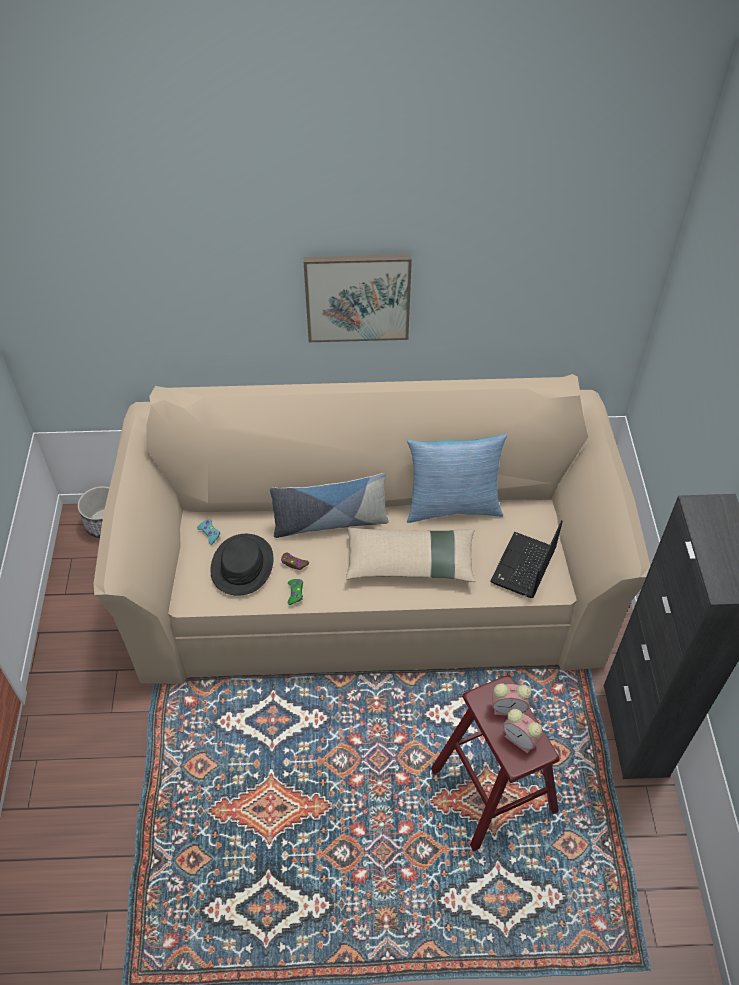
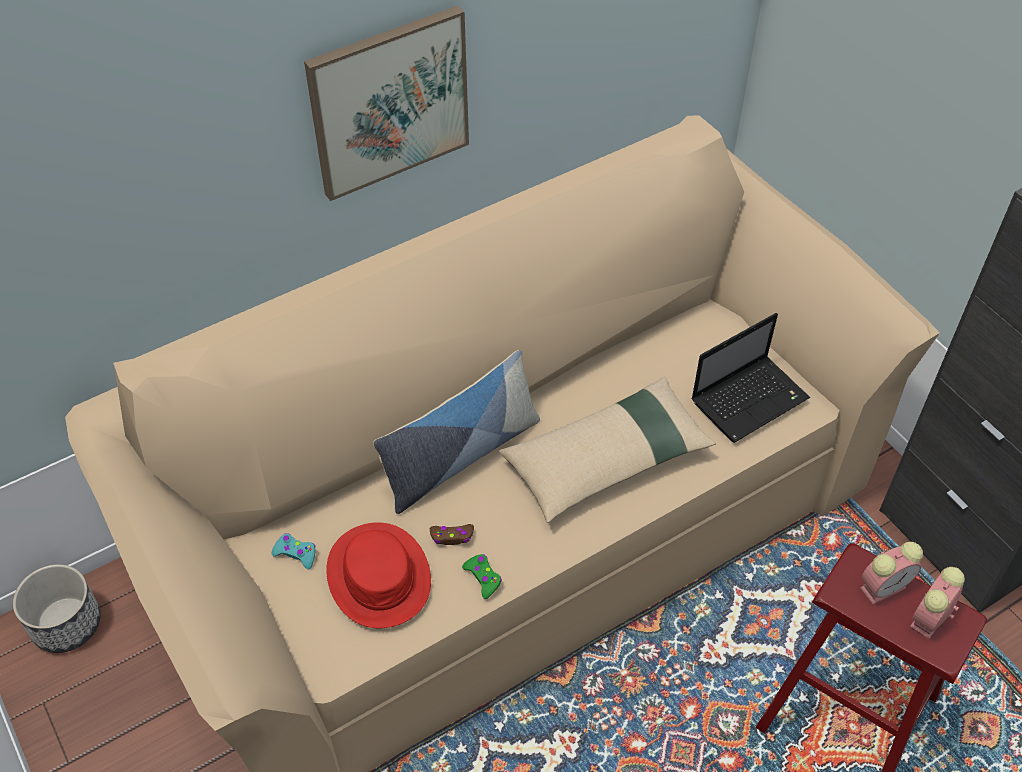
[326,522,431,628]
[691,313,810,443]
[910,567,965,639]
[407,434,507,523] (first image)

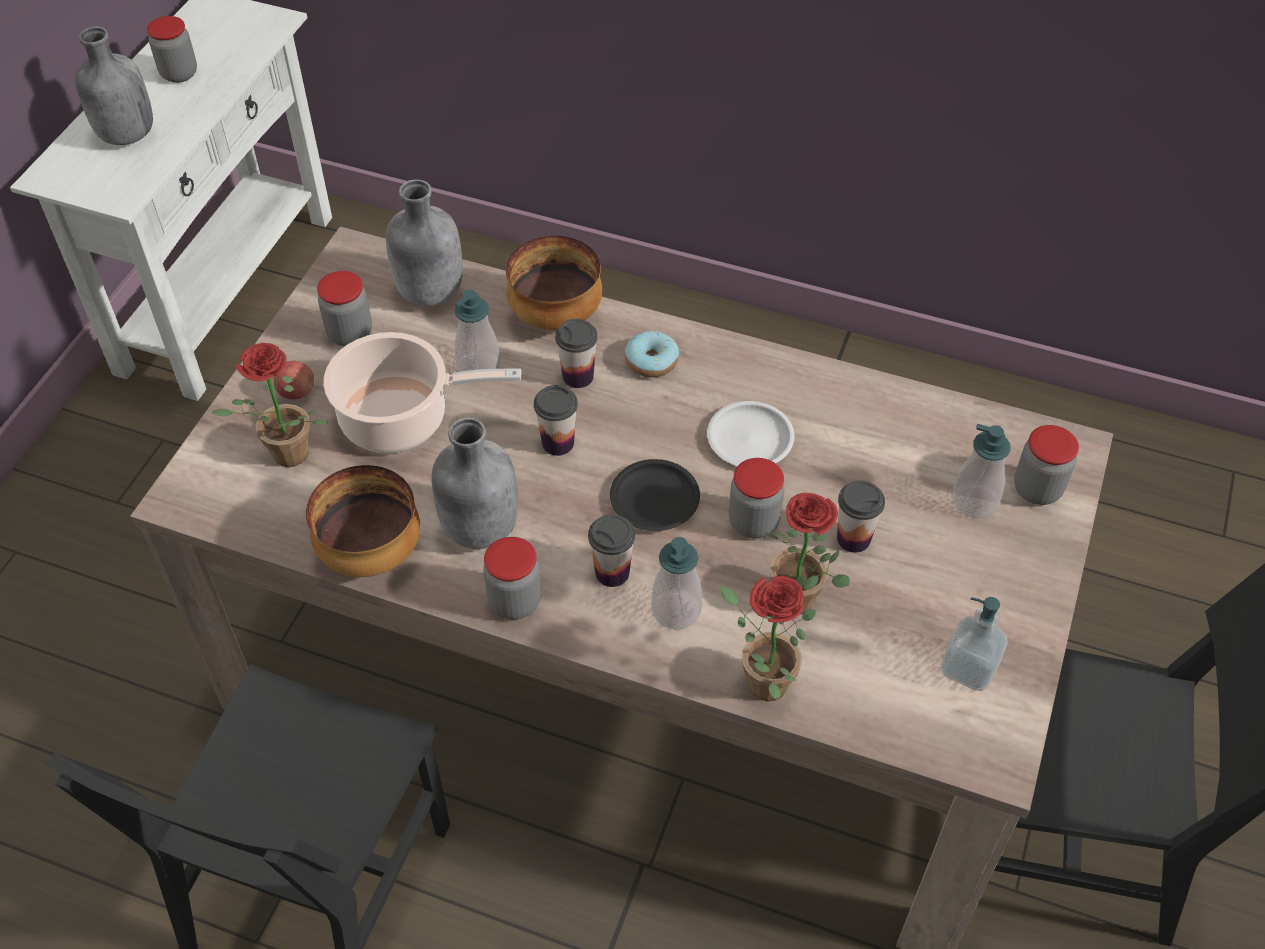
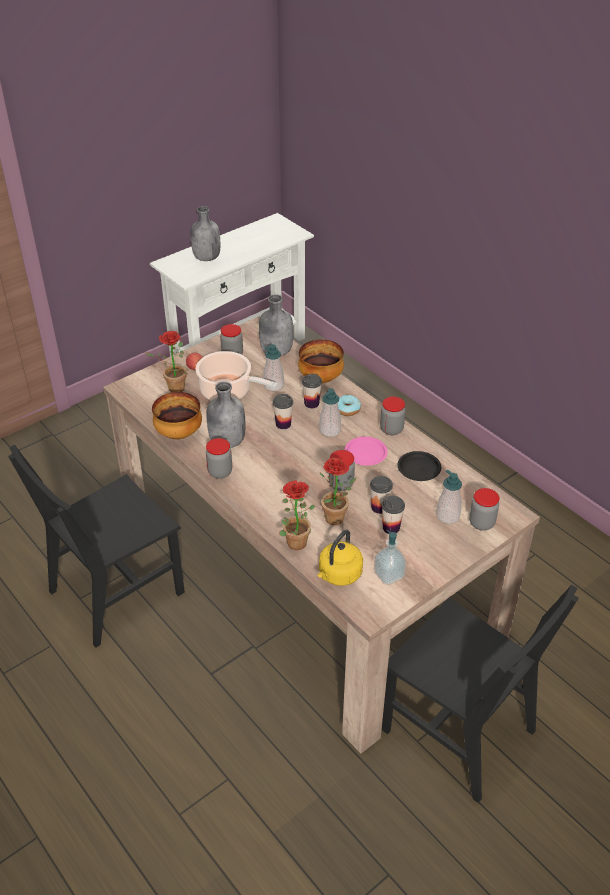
[318,529,363,586]
[319,388,341,437]
[345,437,388,466]
[380,397,406,435]
[382,496,405,534]
[397,451,441,481]

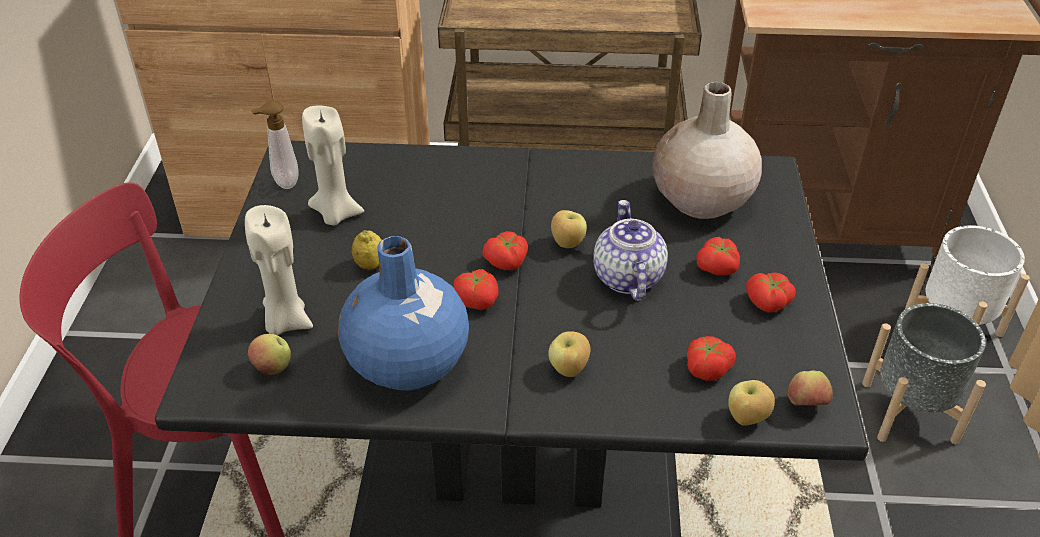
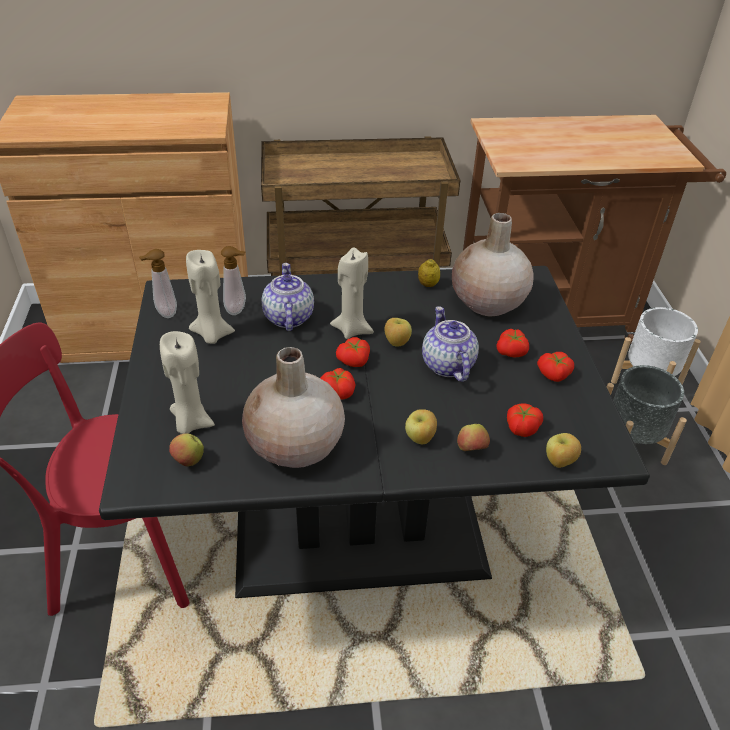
[221,246,246,315]
[242,347,345,468]
[262,263,314,331]
[330,248,374,339]
[418,259,440,287]
[457,424,490,451]

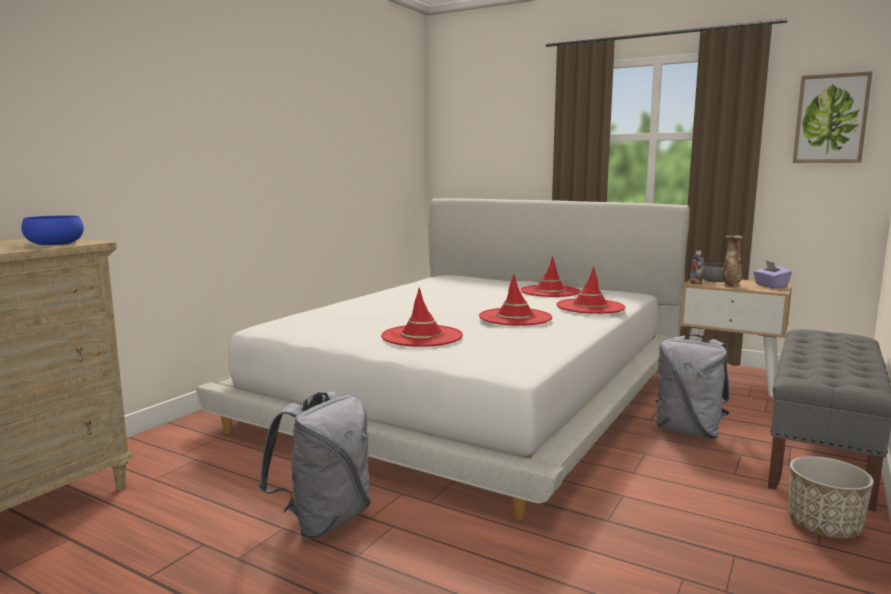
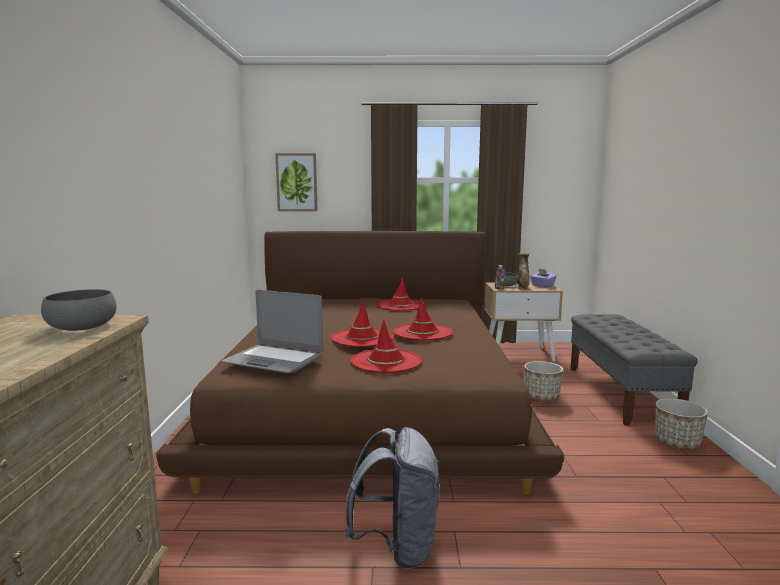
[41,289,117,331]
[156,231,564,495]
[222,290,323,373]
[275,153,318,211]
[331,301,394,347]
[524,361,563,401]

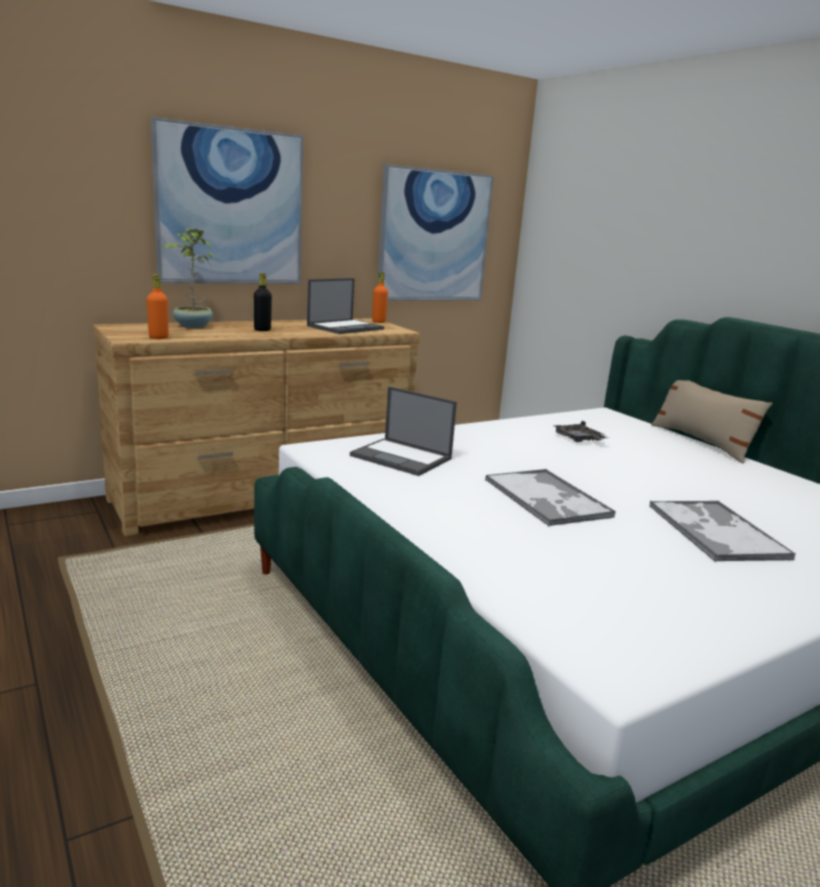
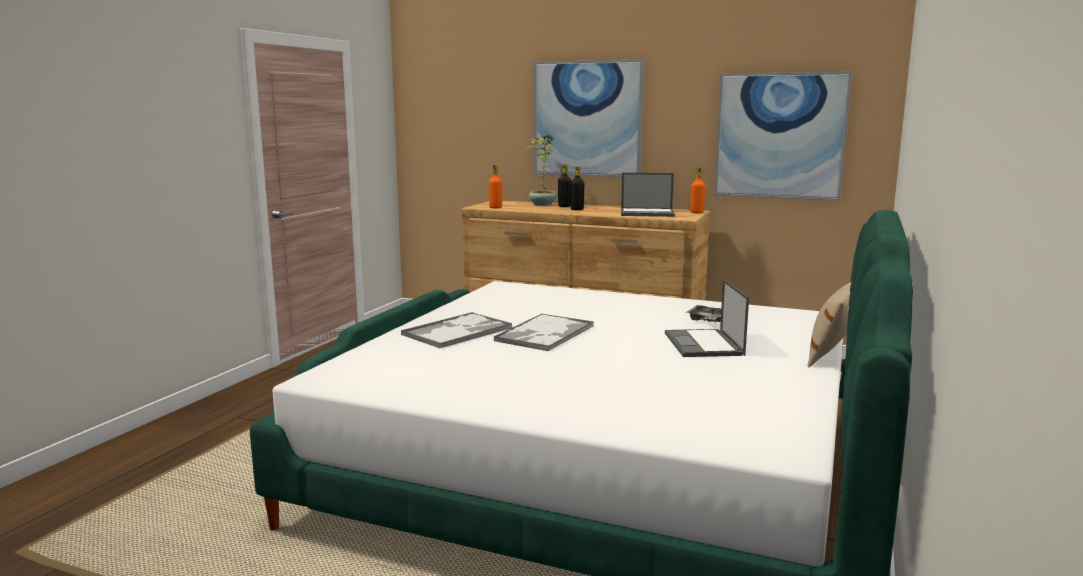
[401,312,512,349]
[558,164,571,207]
[665,279,749,357]

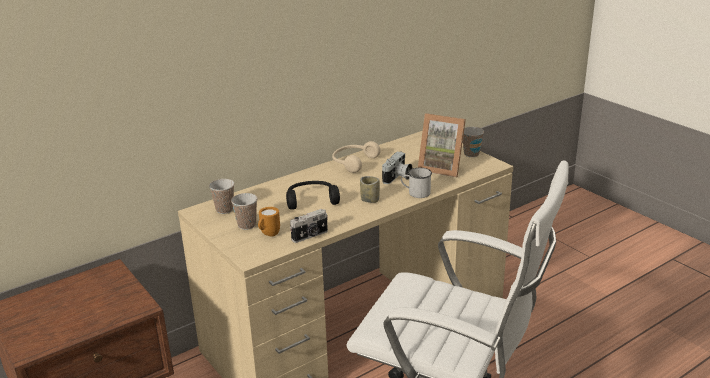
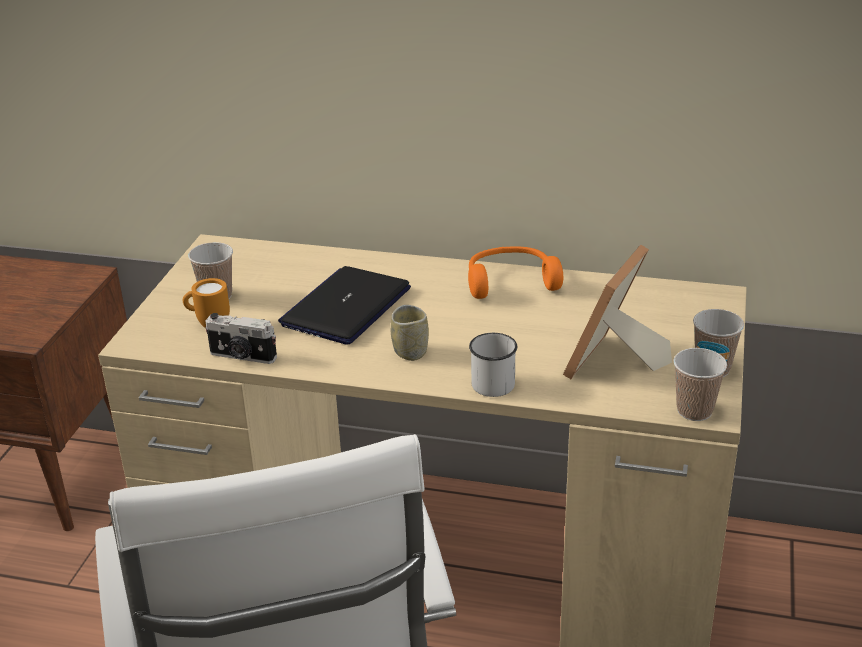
[278,266,411,345]
[468,247,563,299]
[563,244,672,379]
[674,348,727,421]
[382,152,413,184] (first image)

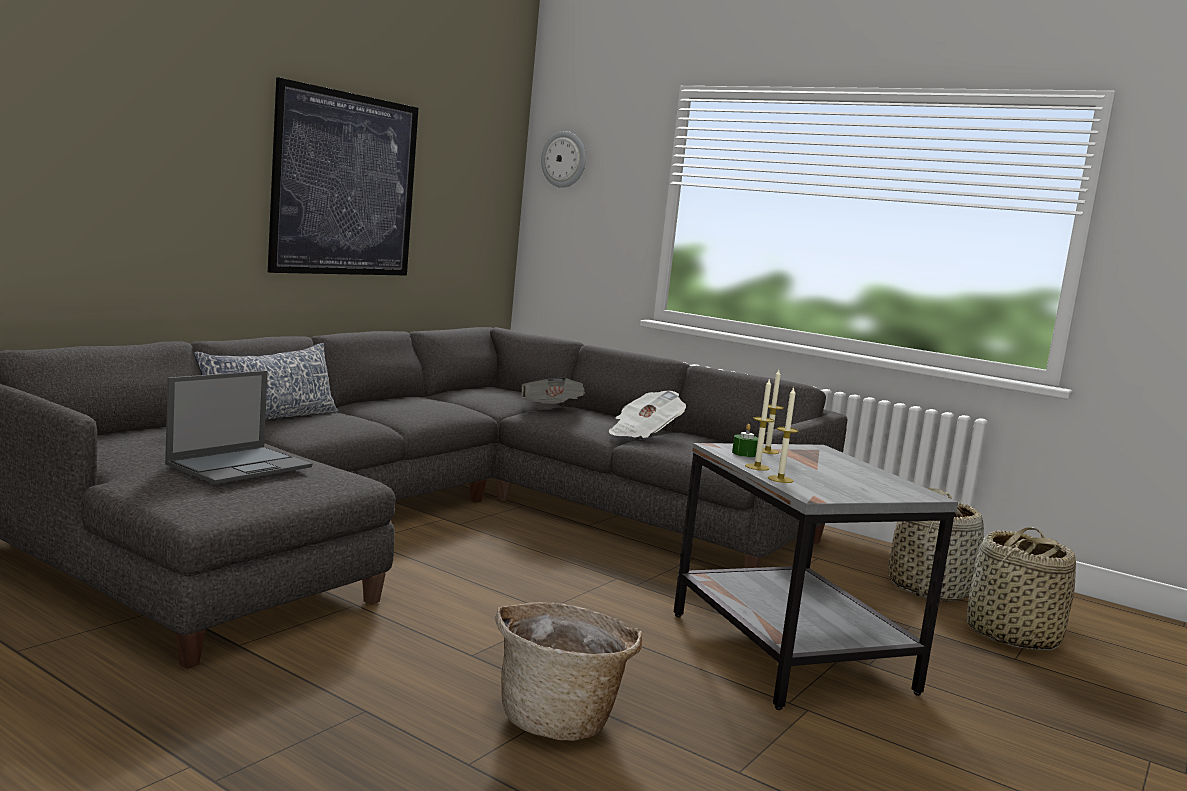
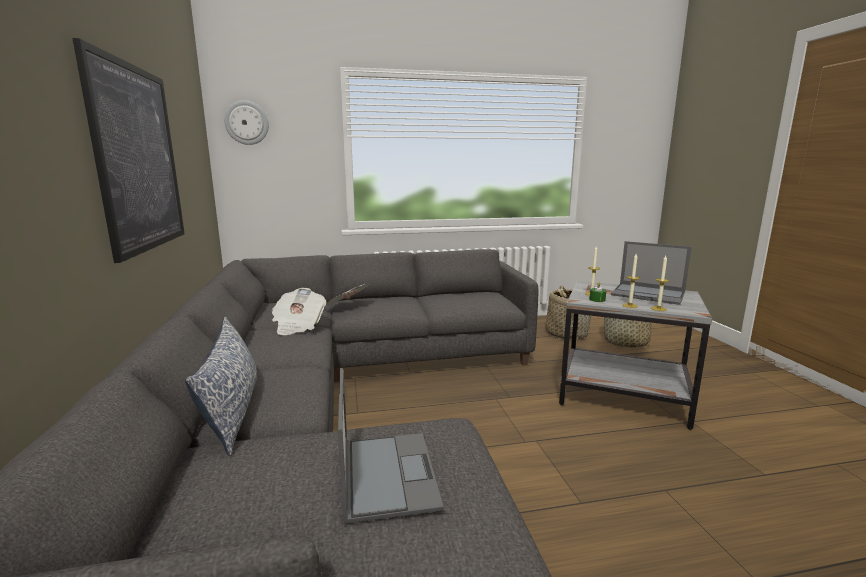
[272,288,326,335]
[611,241,692,305]
[495,602,642,741] (first image)

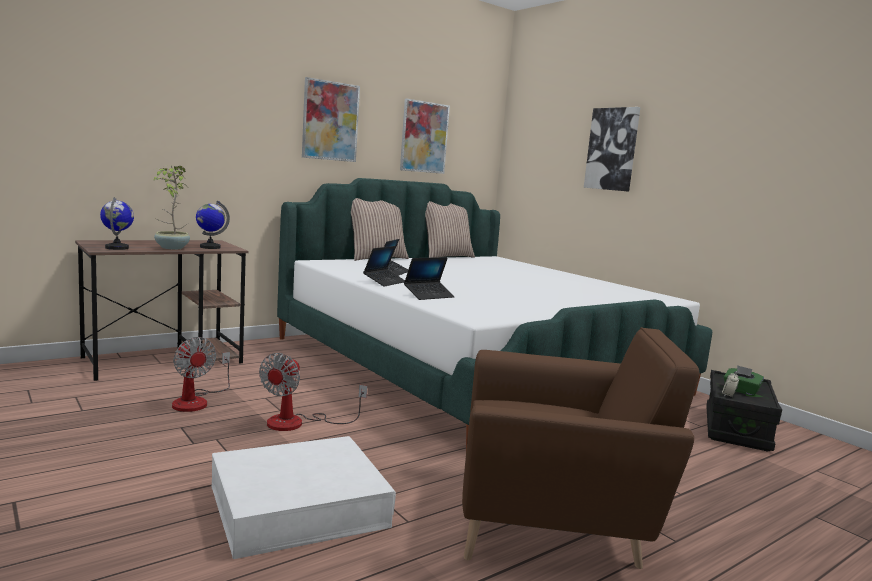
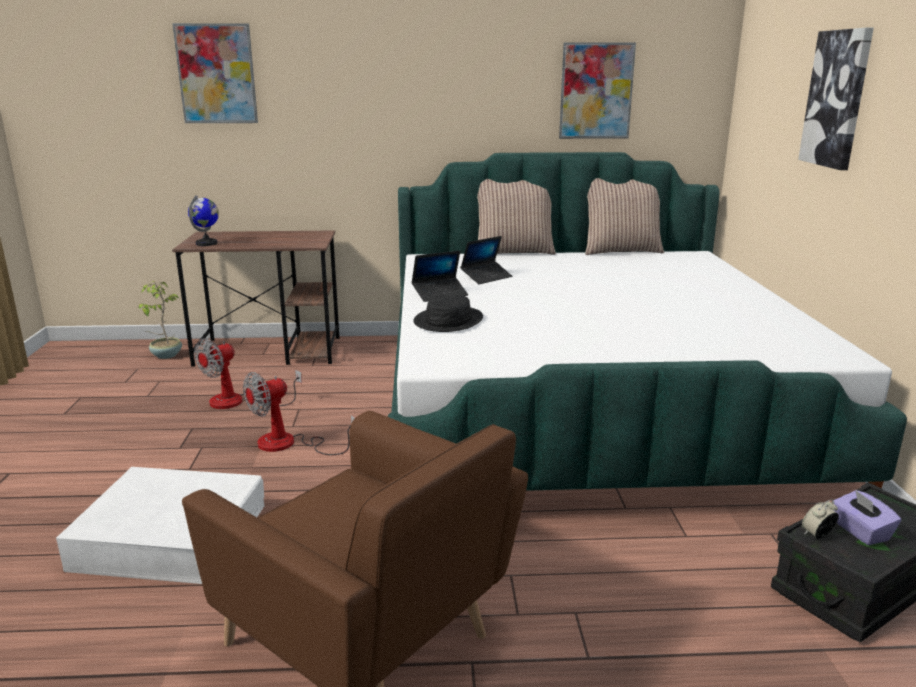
[139,281,182,359]
[172,23,258,123]
[194,338,302,409]
[414,294,483,332]
[833,489,901,545]
[196,201,230,249] (first image)

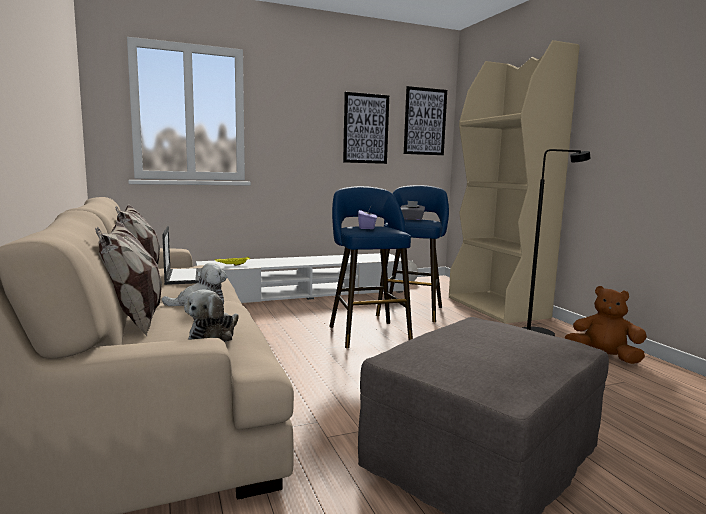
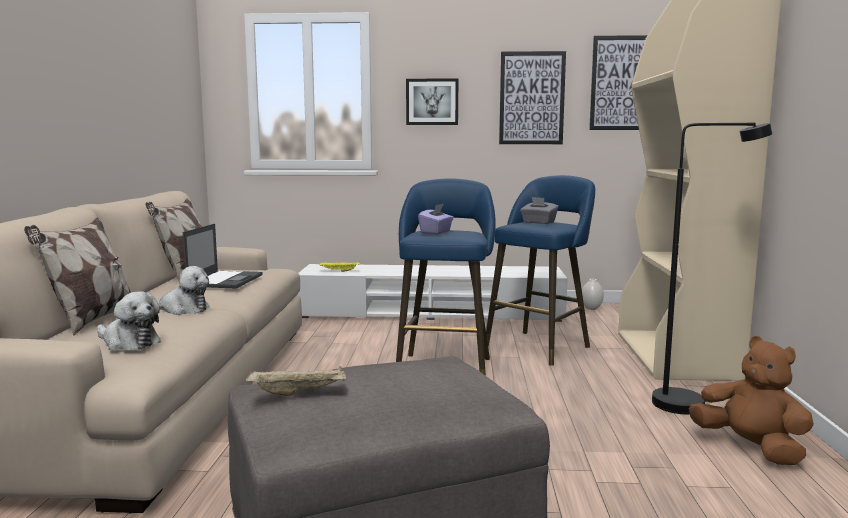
[97,291,161,351]
[246,366,346,396]
[406,78,458,125]

